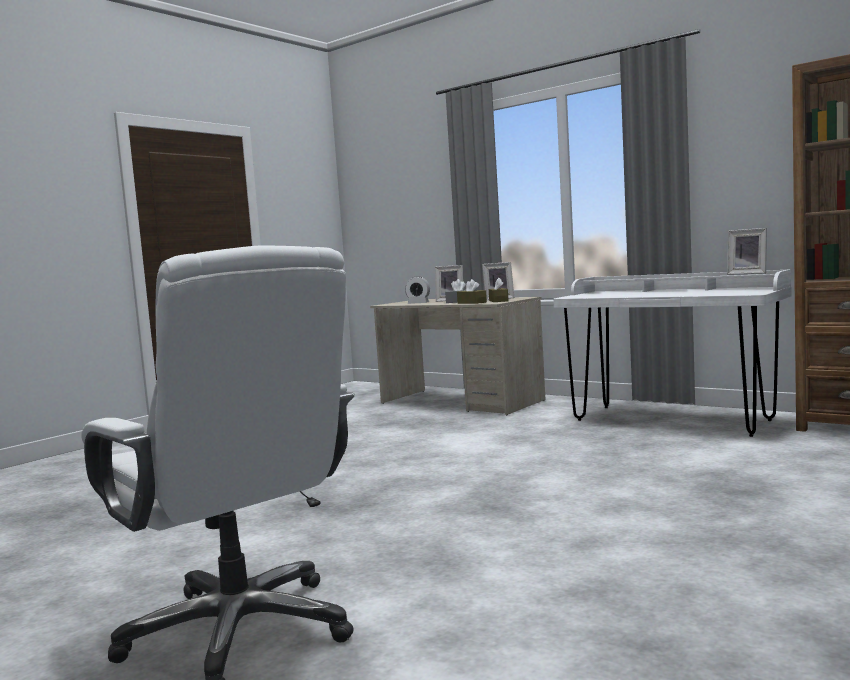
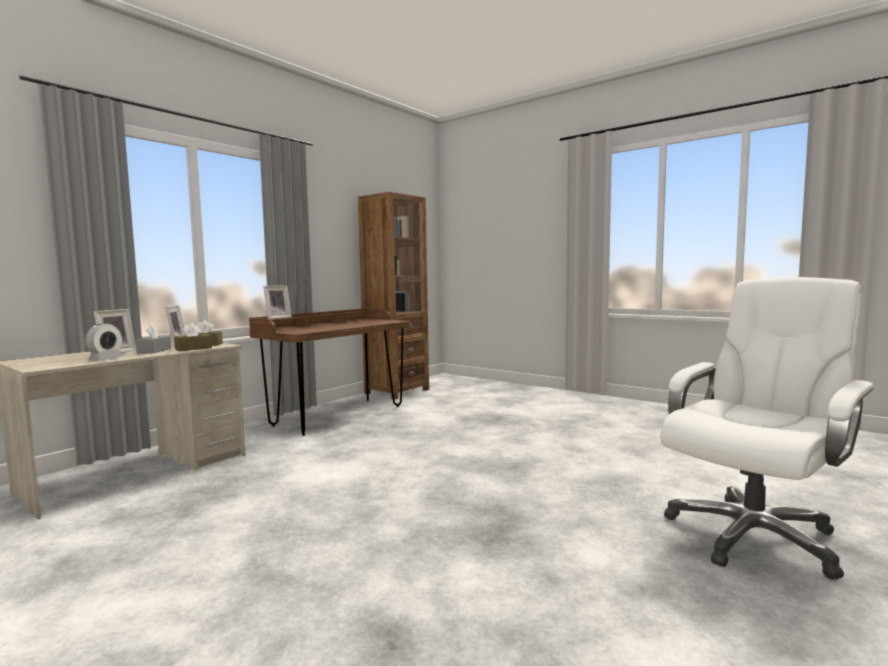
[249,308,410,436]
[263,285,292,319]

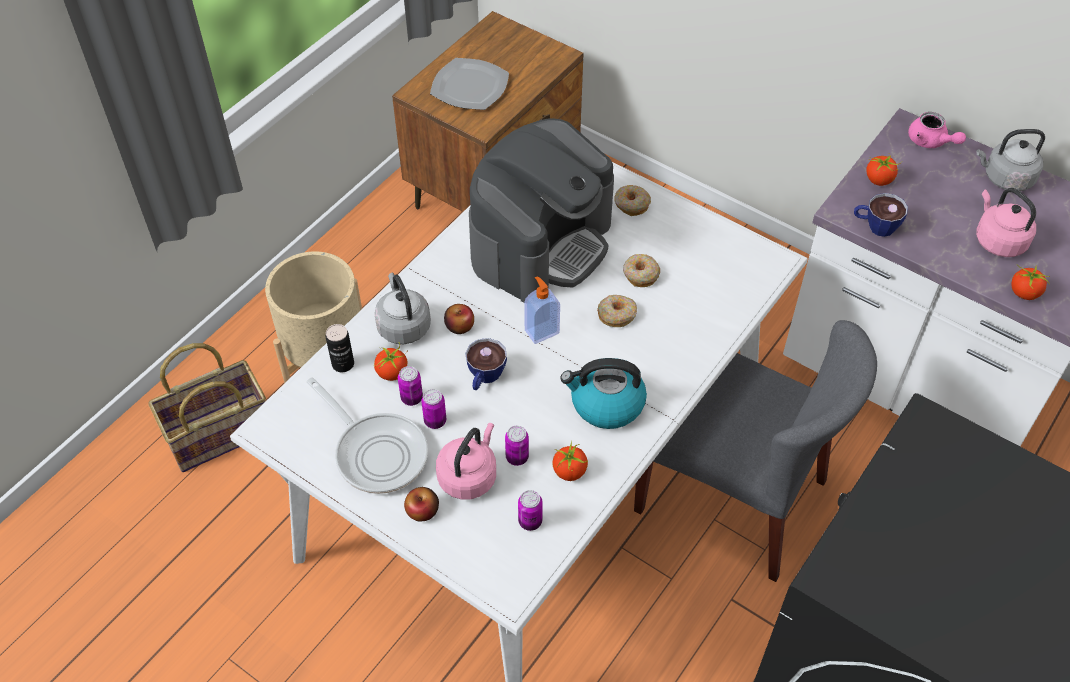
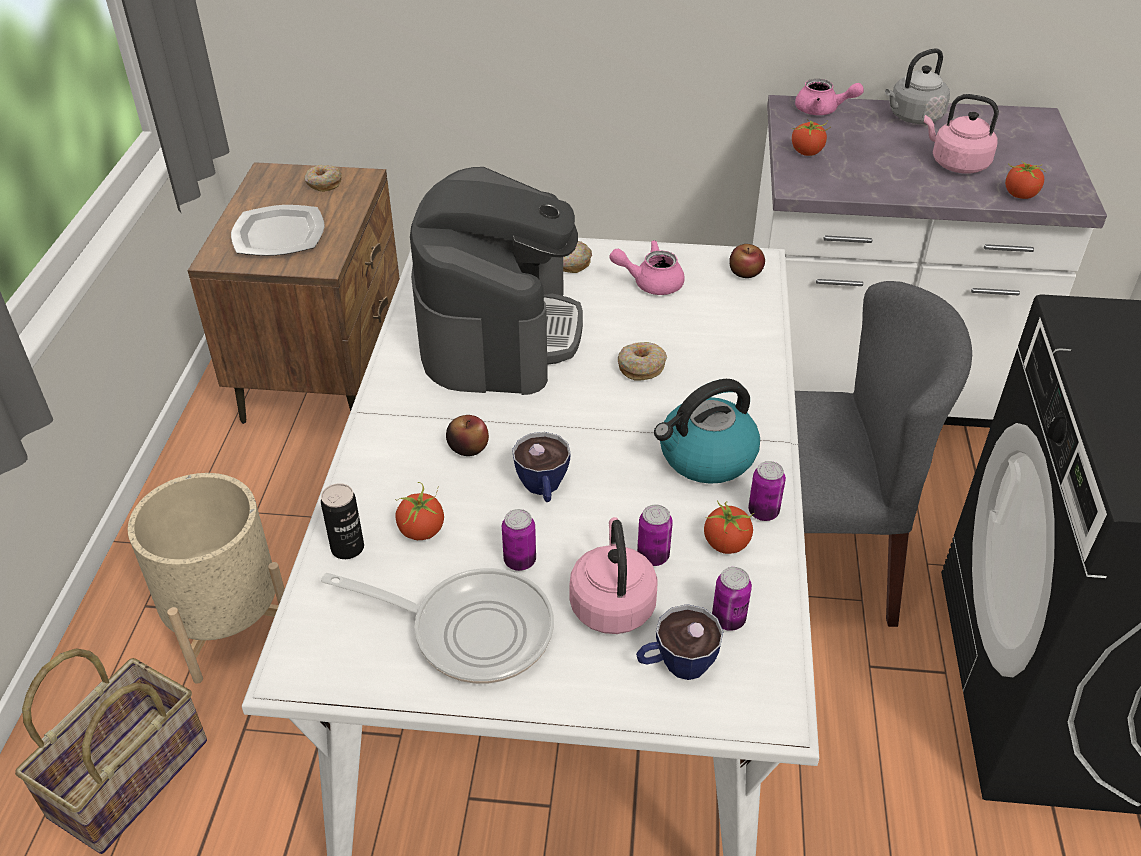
[305,165,342,192]
[610,240,685,295]
[636,604,723,680]
[729,244,765,278]
[748,461,786,521]
[374,273,431,344] (first image)
[524,276,560,344] (first image)

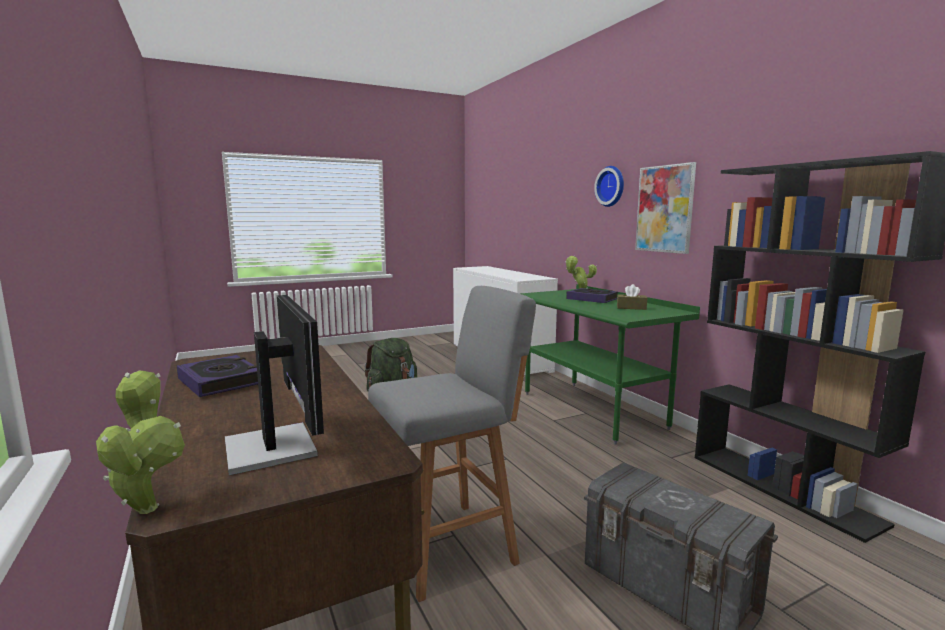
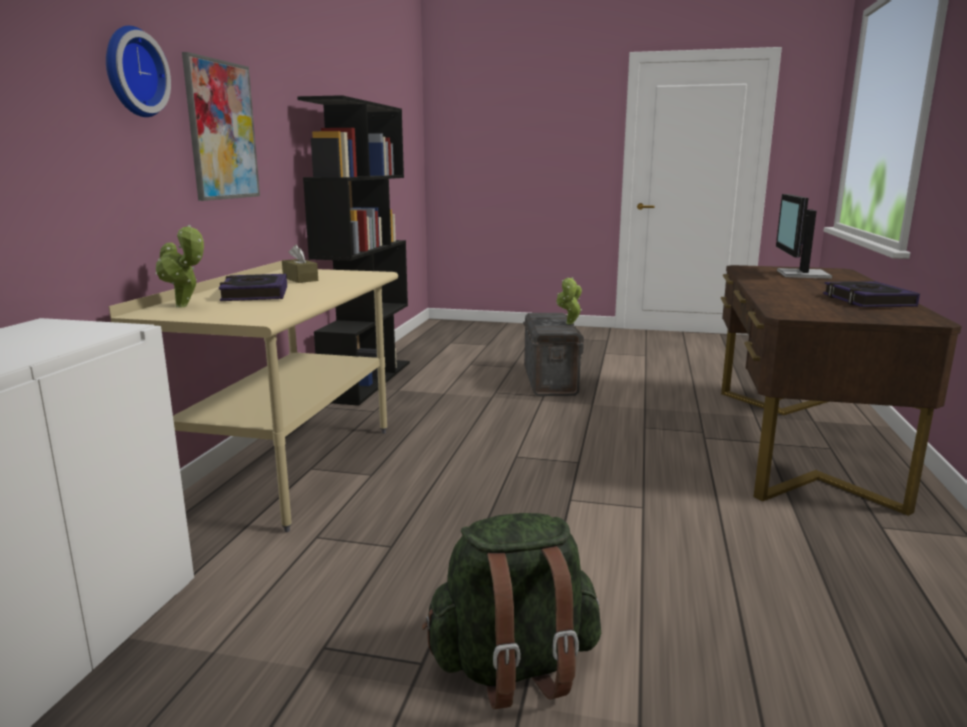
[109,261,398,532]
[556,277,582,324]
[368,286,536,602] (first image)

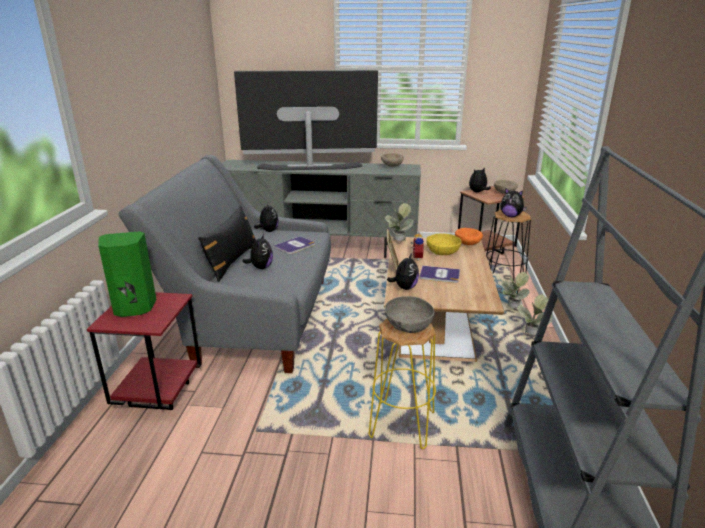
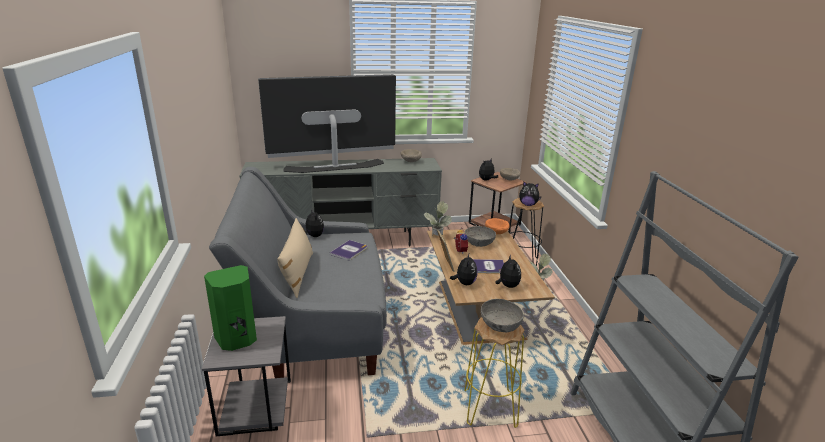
[202,316,291,436]
[277,218,313,298]
[465,226,496,247]
[495,254,521,288]
[517,294,552,335] (first image)

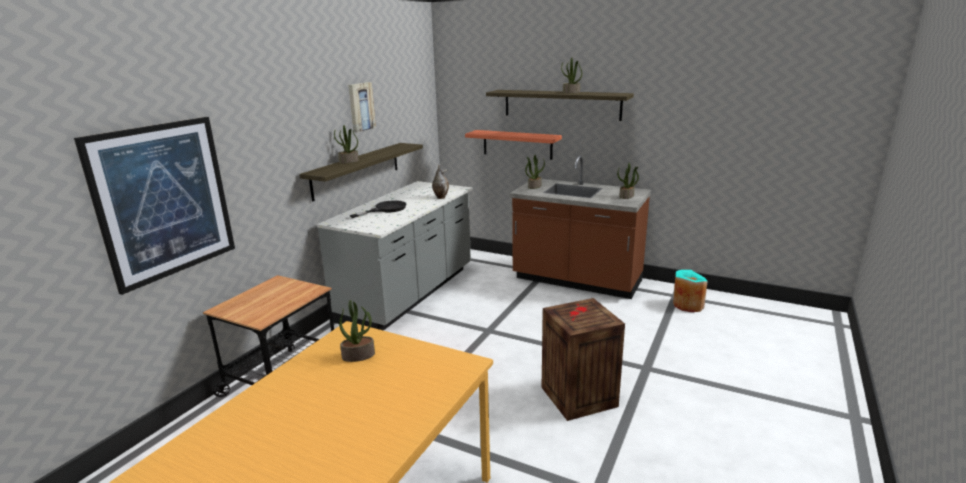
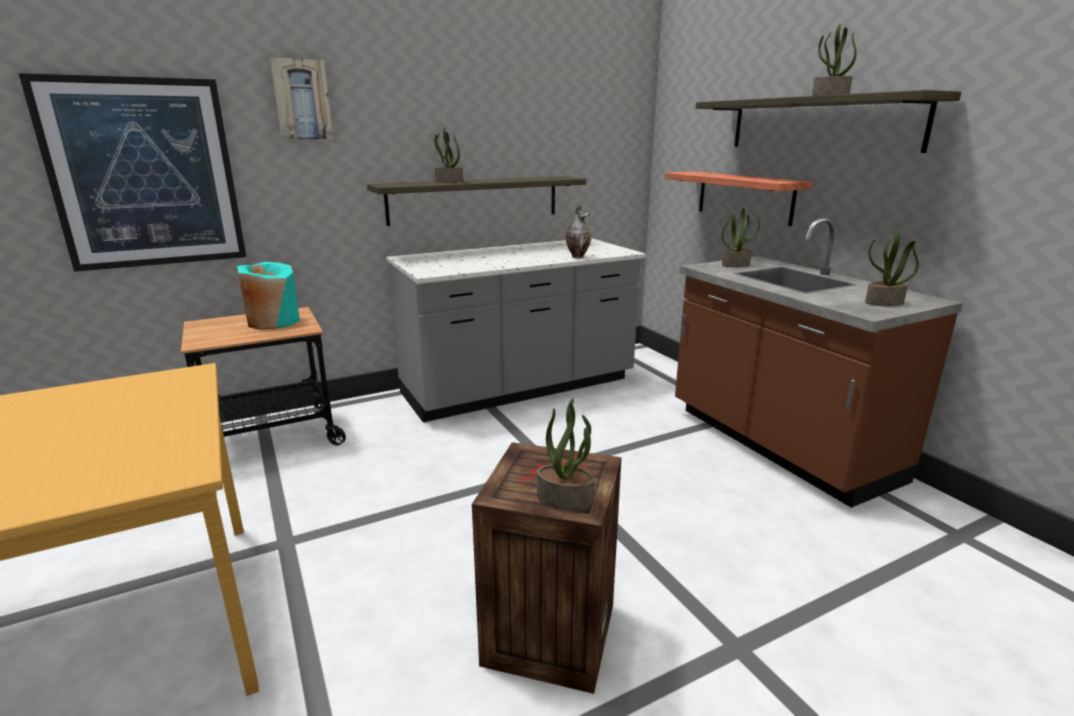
[237,262,300,330]
[270,57,333,140]
[537,399,595,511]
[350,200,406,218] (first image)

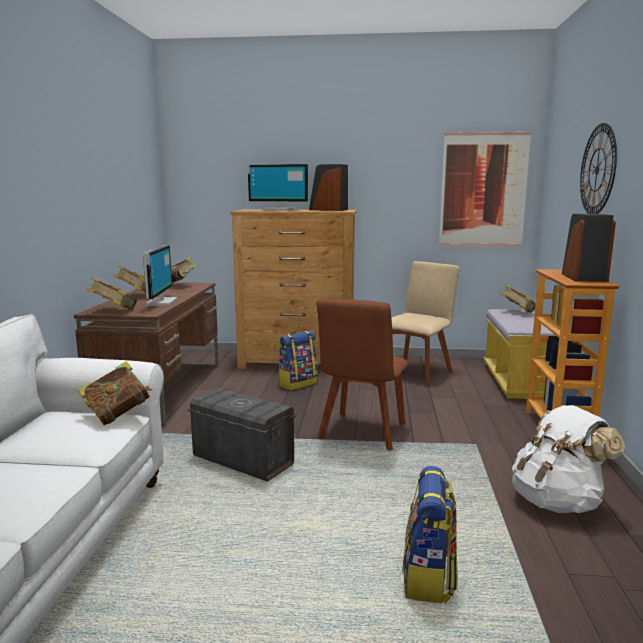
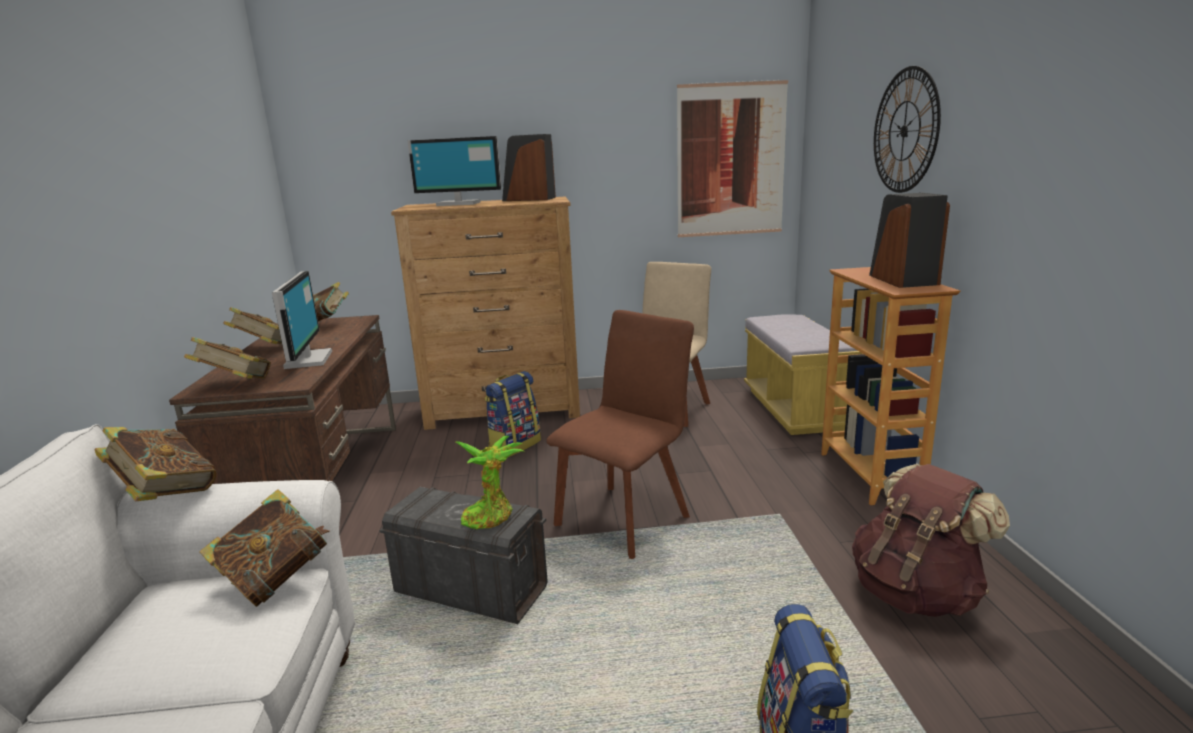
[95,427,217,501]
[456,435,525,530]
[546,310,694,559]
[852,464,1010,617]

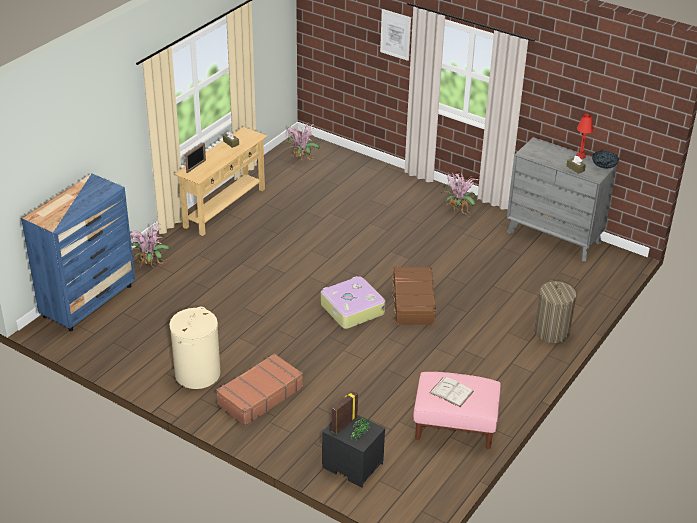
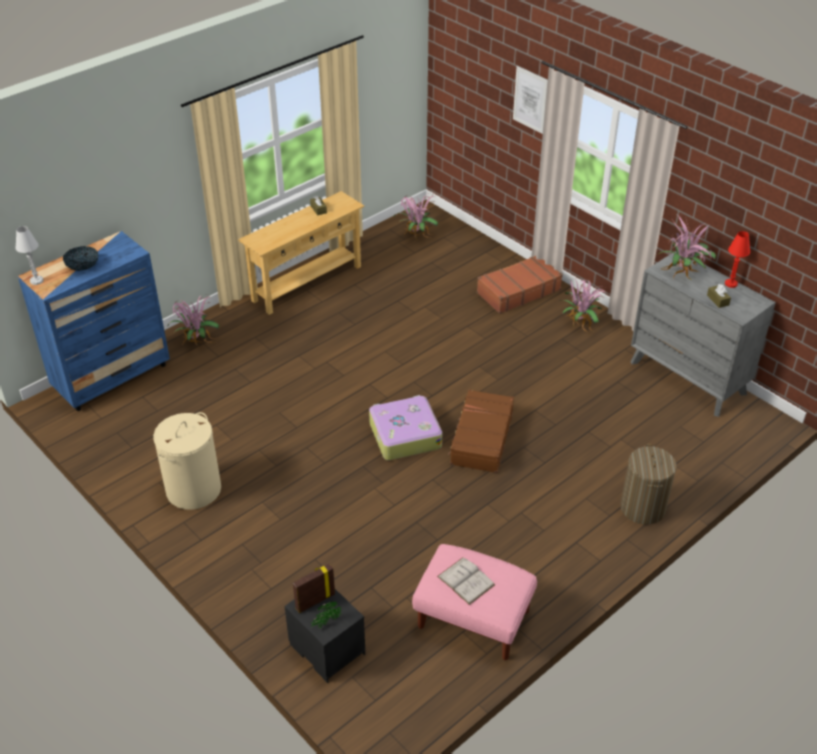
[15,226,43,285]
[63,246,98,271]
[477,256,563,314]
[659,215,716,280]
[185,143,206,173] (first image)

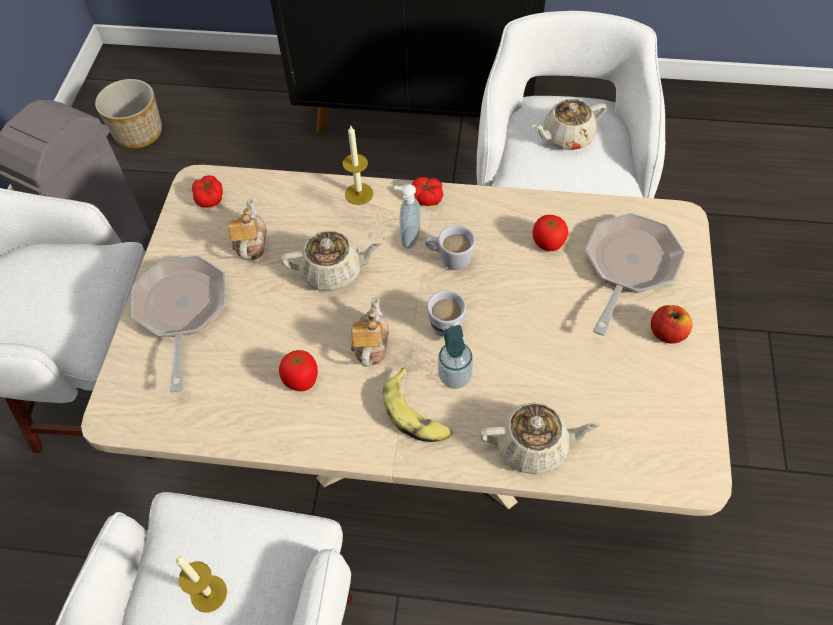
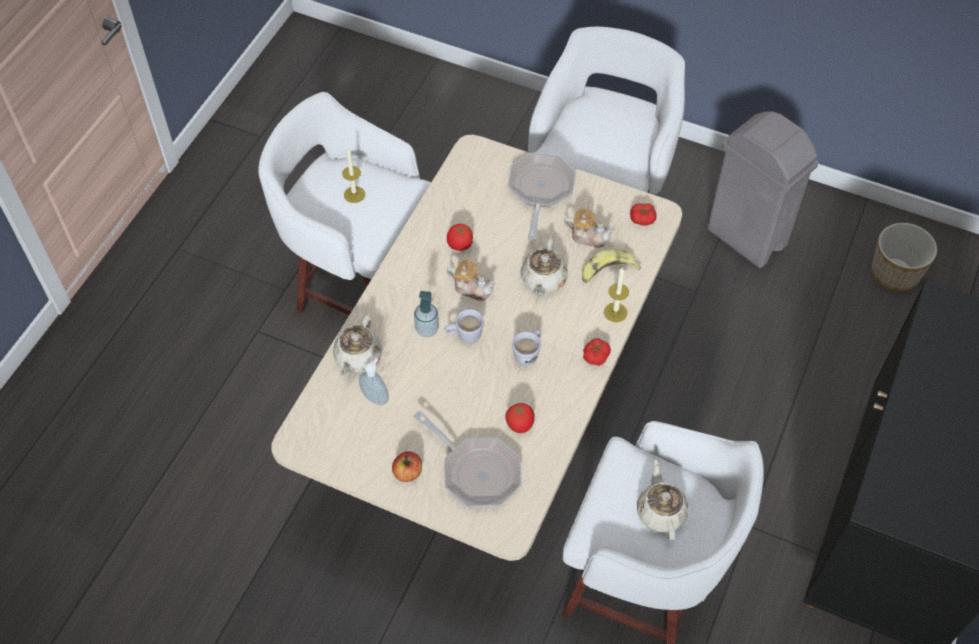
[359,358,389,405]
[508,152,576,240]
[582,249,641,283]

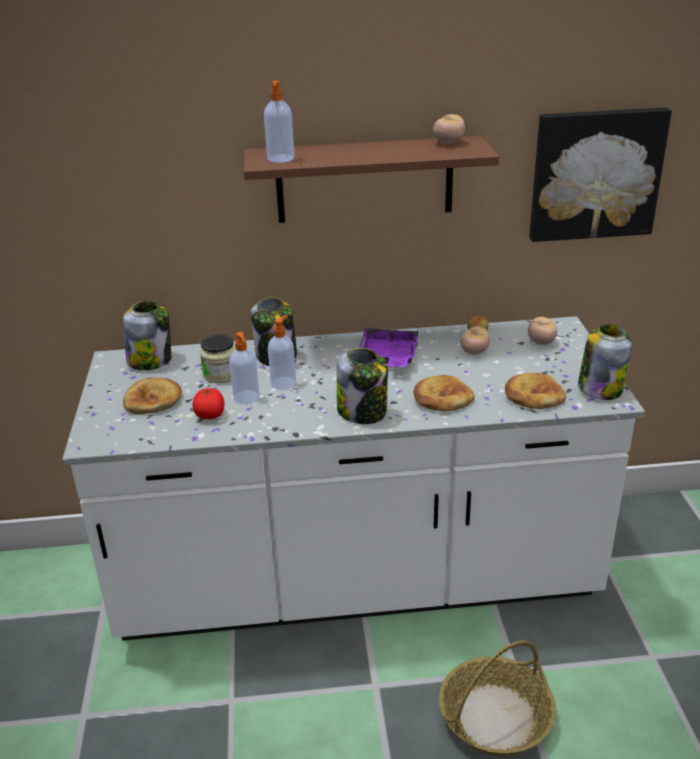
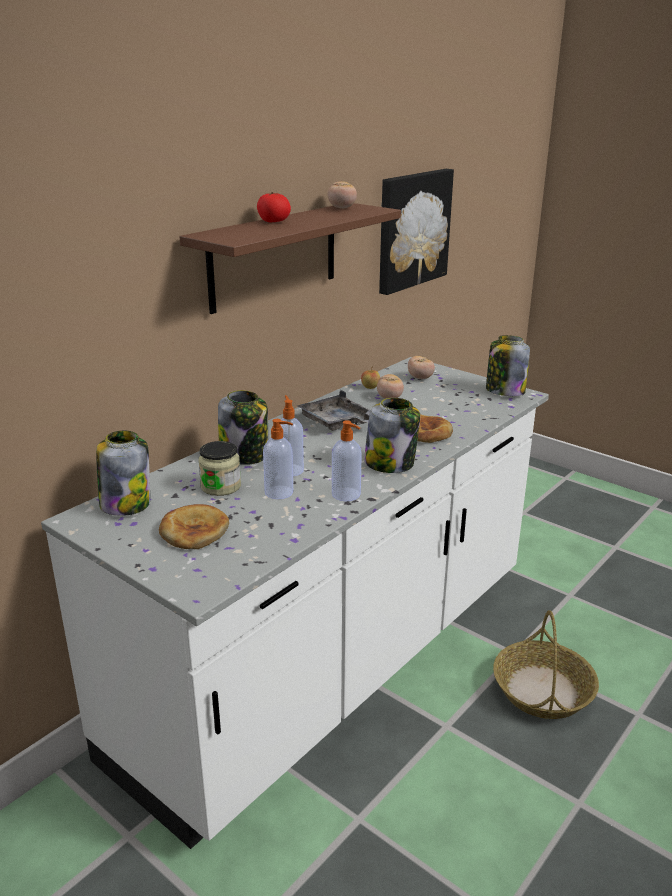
[257,192,291,222]
[297,390,371,431]
[332,420,362,501]
[505,373,566,409] (first image)

